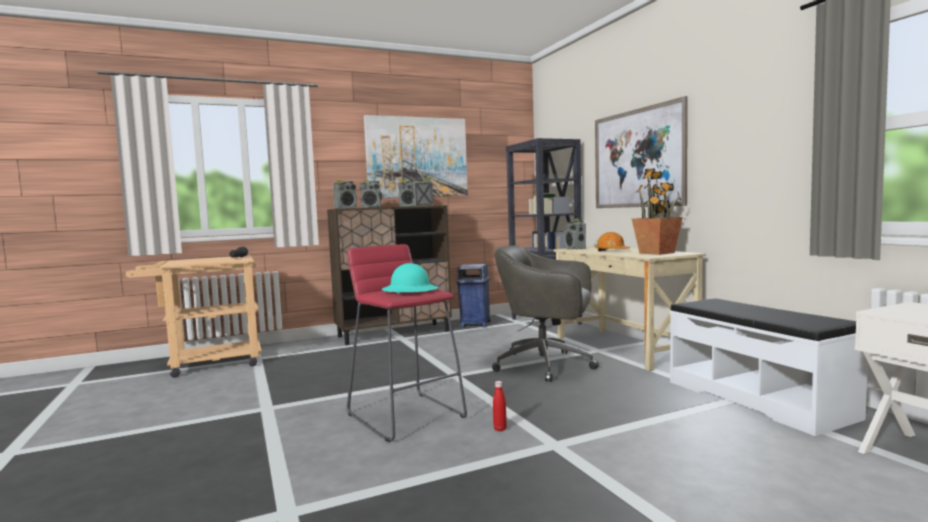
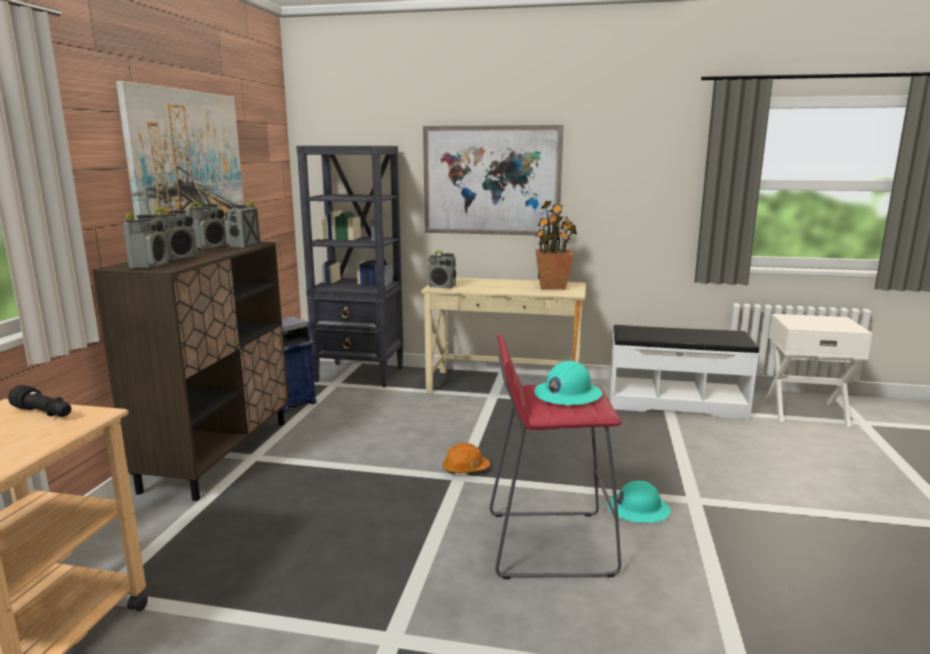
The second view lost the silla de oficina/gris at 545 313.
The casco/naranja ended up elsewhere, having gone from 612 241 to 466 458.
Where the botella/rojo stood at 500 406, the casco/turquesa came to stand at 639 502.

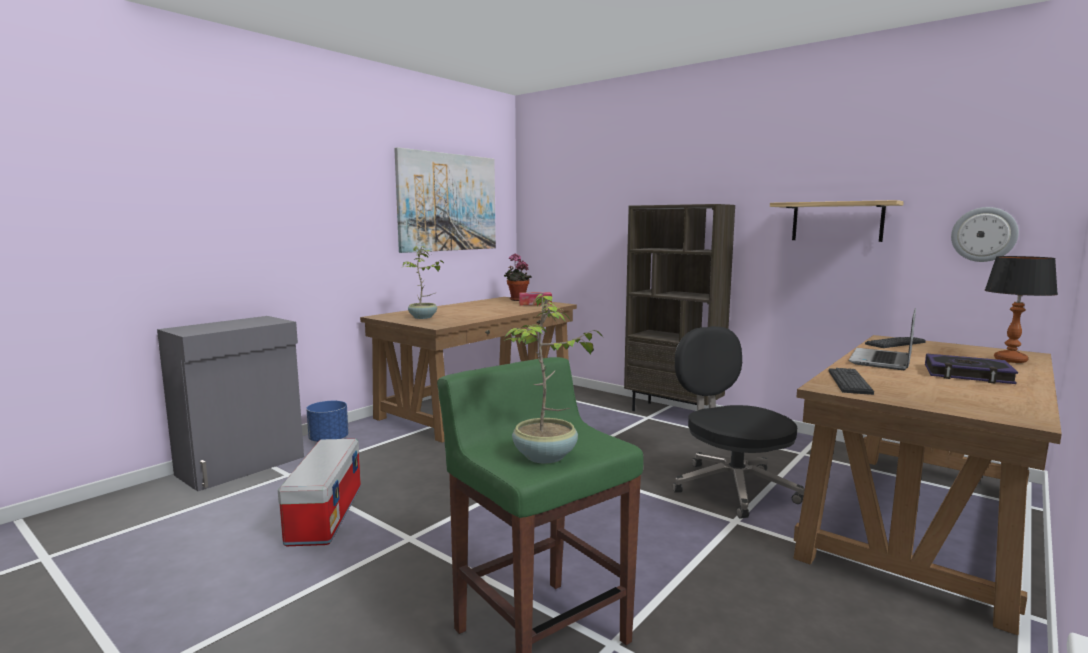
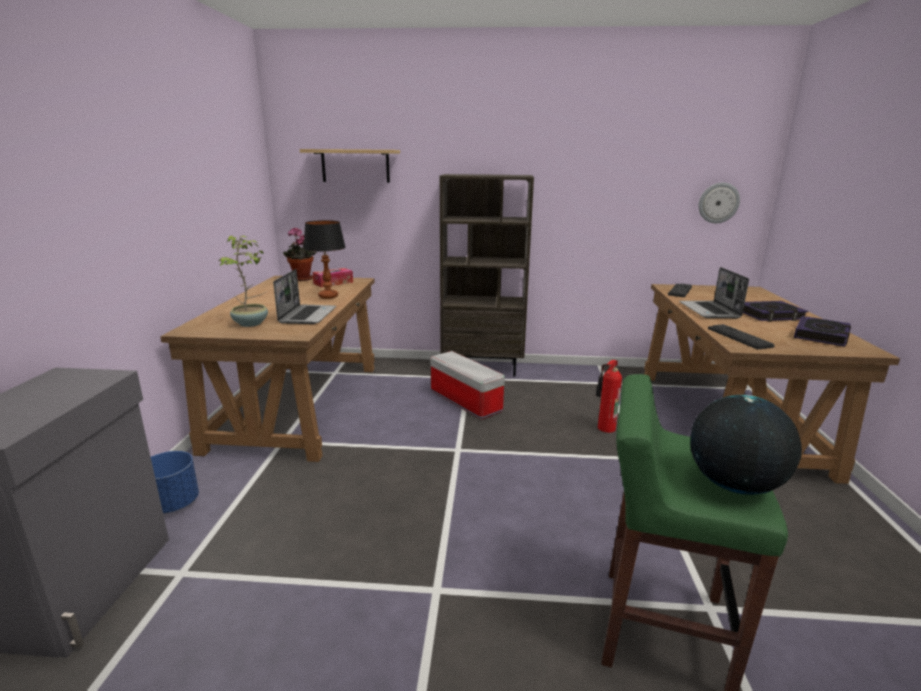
The second view lost the cuadro at 445 200.
The second view gained the portátil at 304 296.
The second view gained the libro at 822 331.
The caja de almacenaje ended up elsewhere, having gone from 319 492 to 468 385.
The estante ended up elsewhere, having gone from 837 221 to 350 166.
The lámpara de mesa ended up elsewhere, having gone from 1021 309 to 324 259.
Where the planta en maceta stood at 553 379, the globo terráqueo came to stand at 746 445.
Where the silla de oficina/negro stood at 739 422, the extintor came to stand at 609 396.

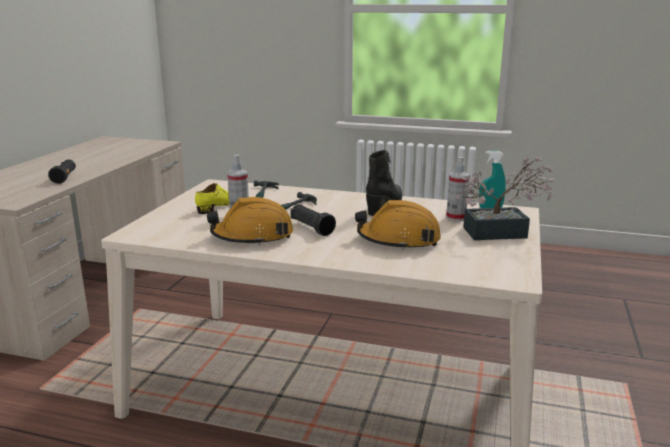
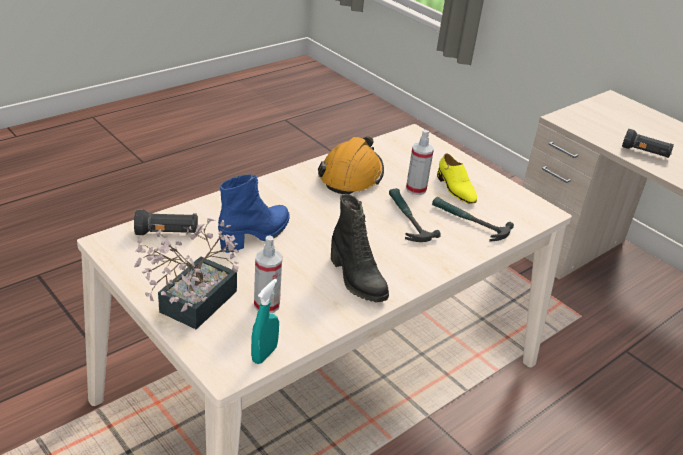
The linterna/negro ended up elsewhere, having gone from 313 220 to 166 222.
Where the casco/naranja stood at 398 225, the bota/azul came to stand at 254 213.

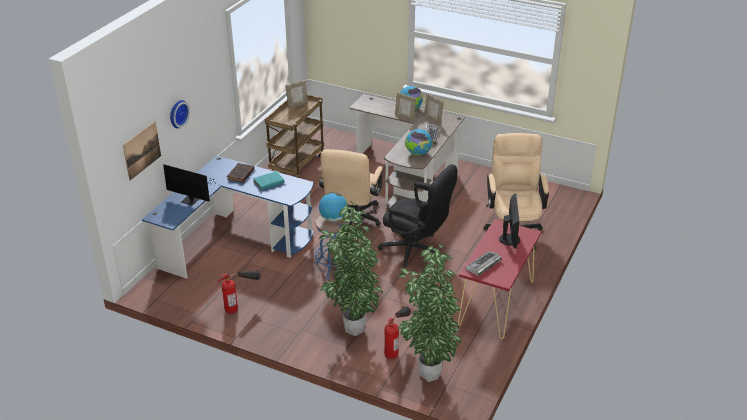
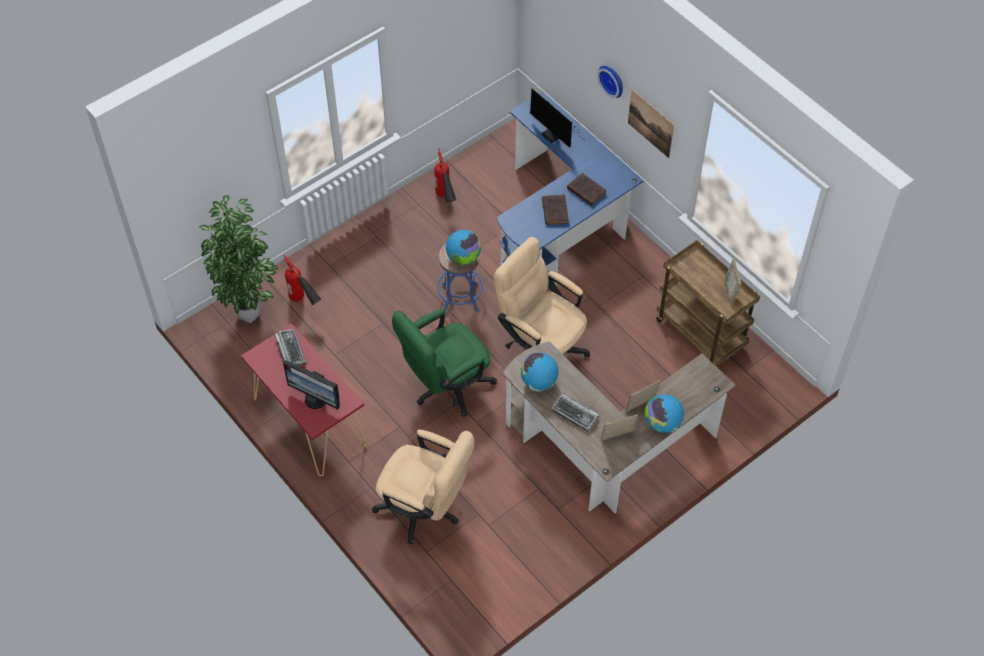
The second view lost the planta en maceta at 351 269.
The cuadro ended up elsewhere, having gone from 142 151 to 651 123.
What was the libro/turquesa at 269 180 turned into the libro/marrón at 555 210.
What was the silla de oficina/negro at 418 215 turned into the silla de oficina/verde at 444 362.
The monitor at 192 185 ended up facing another way, 90 degrees counterclockwise from before.

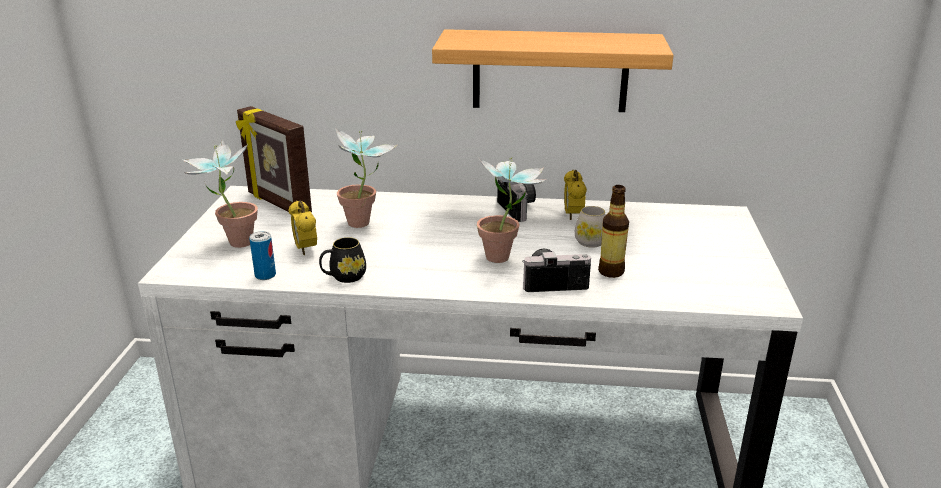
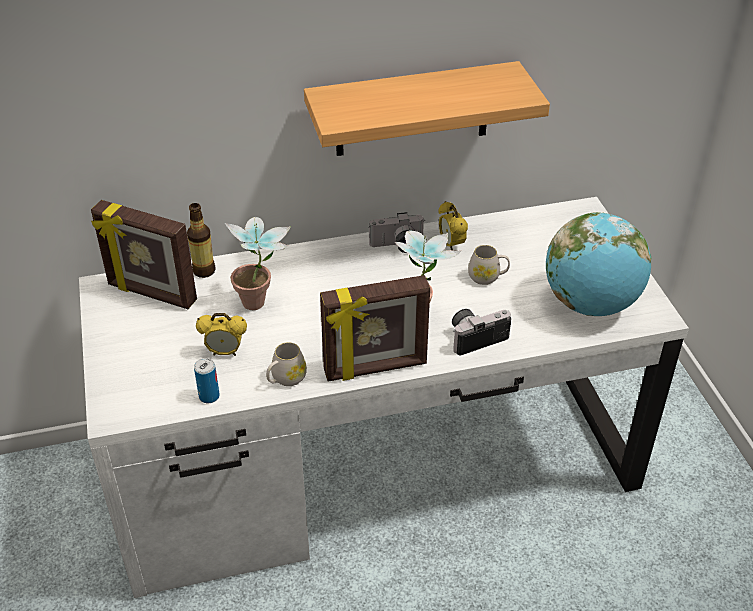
The second view lost the planta en maceta at 219 194.
The second view gained the portarretratos at 375 328.
The second view gained the globo terráqueo at 598 264.
The botella ended up elsewhere, having gone from 613 231 to 201 240.
What was the taza grande/negro at 342 260 turned into the taza grande/blanco at 286 364.
The despertador at 303 227 ended up facing another way, 45 degrees counterclockwise from before.
The cámara at 516 201 ended up facing another way, 120 degrees clockwise from before.

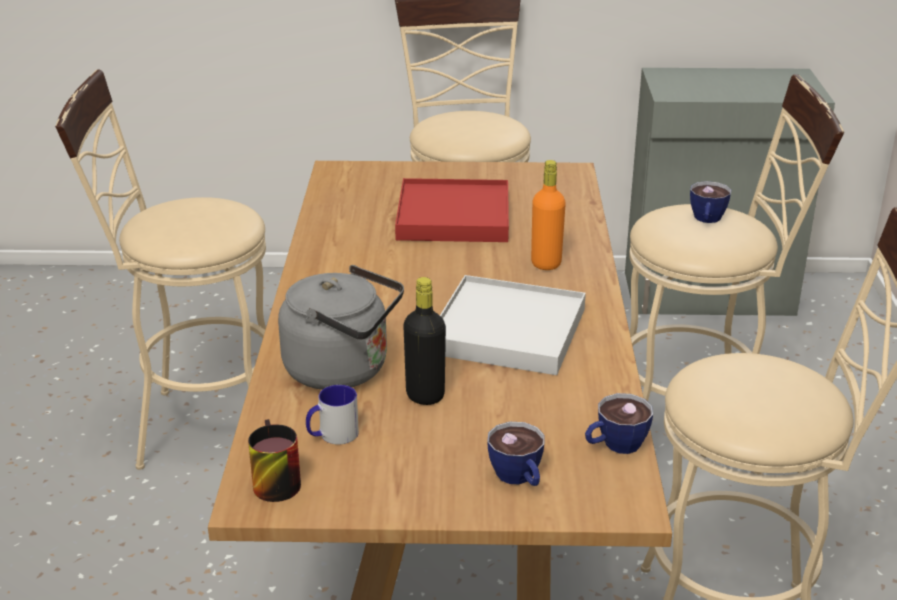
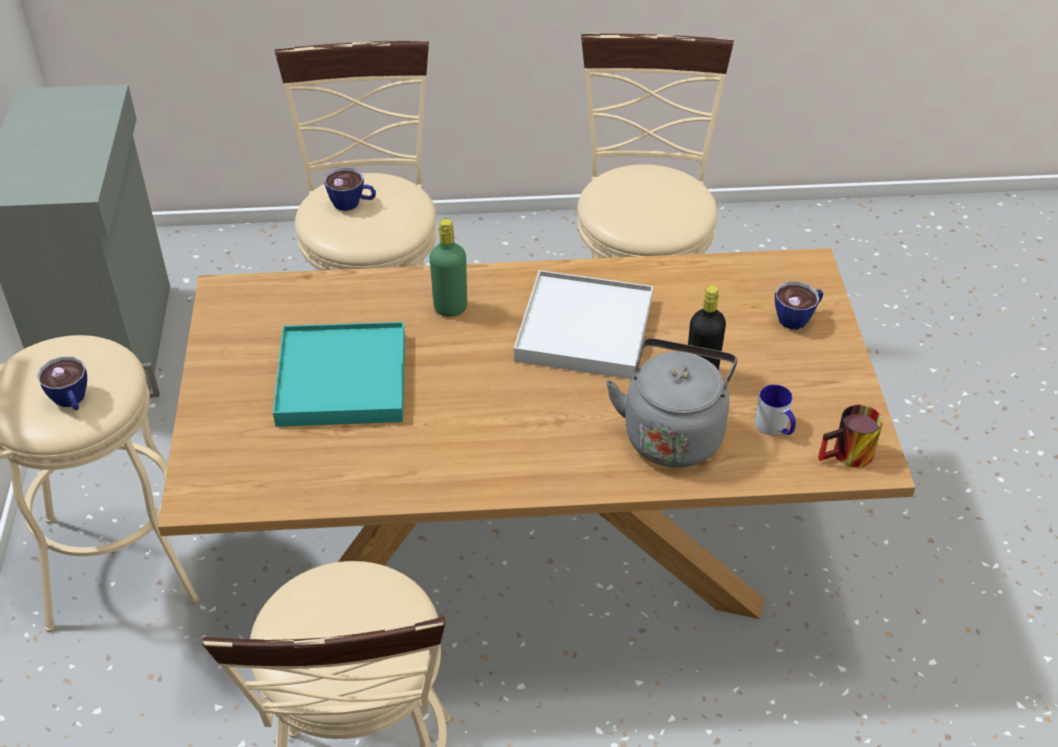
The taza ended up elsewhere, having gone from 619 423 to 62 383.
What was the bandeja/rojo at 452 210 turned into the bandeja/turquesa at 339 374.
What was the botella/naranja at 548 215 turned into the botella/verde at 448 268.

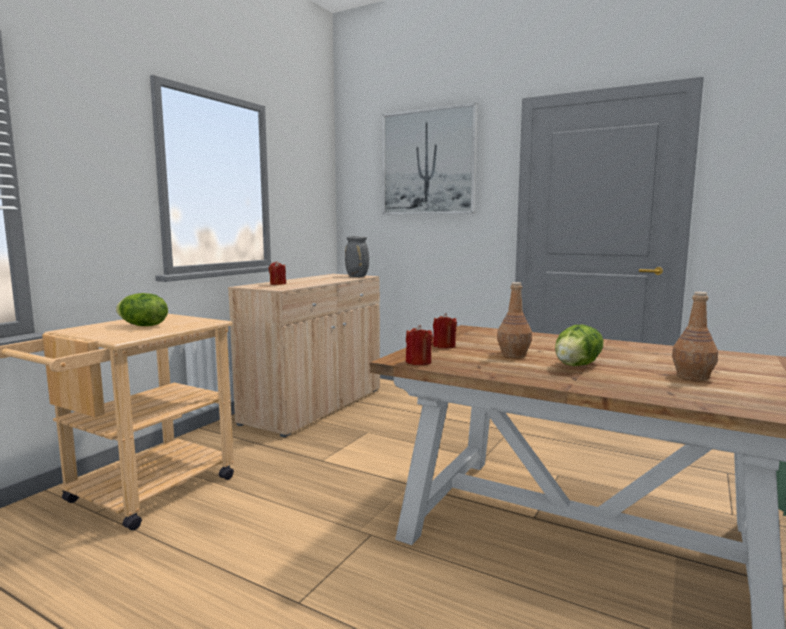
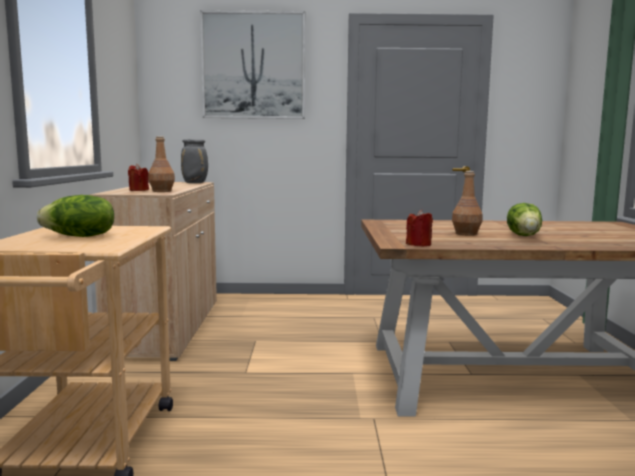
The second view lost the vela/rojo at 445 330.
The botella/marrón ended up elsewhere, having gone from 695 336 to 161 164.

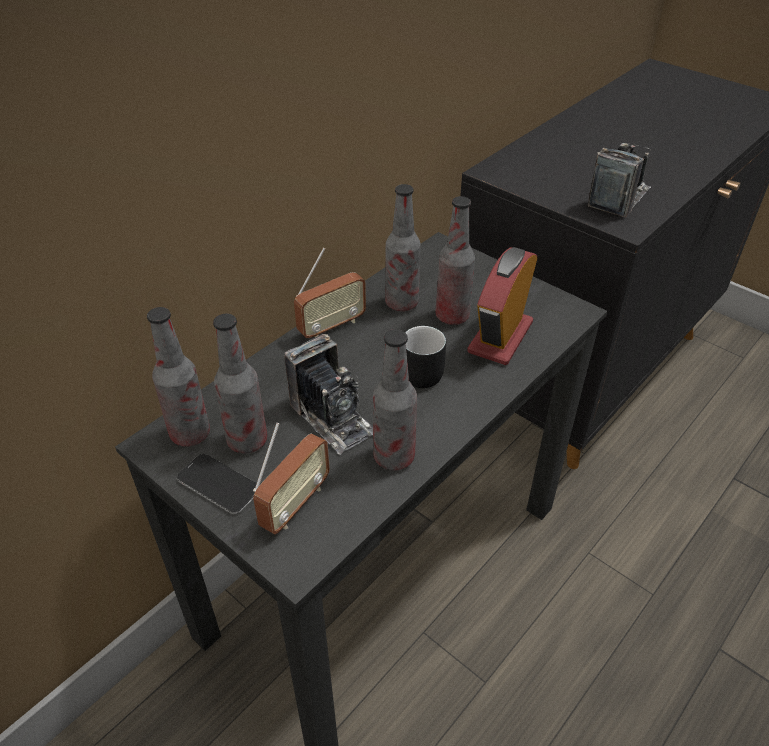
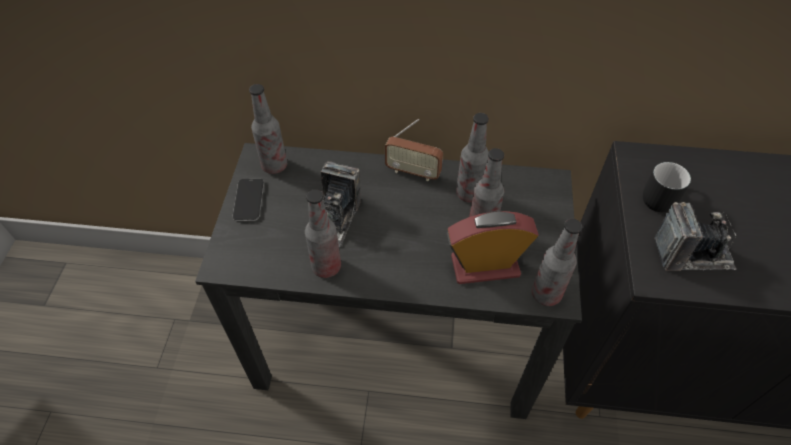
The second view lost the radio at 291 478.
The botella ended up elsewhere, having gone from 240 384 to 557 262.
The taza grande/negro ended up elsewhere, having gone from 425 357 to 667 187.

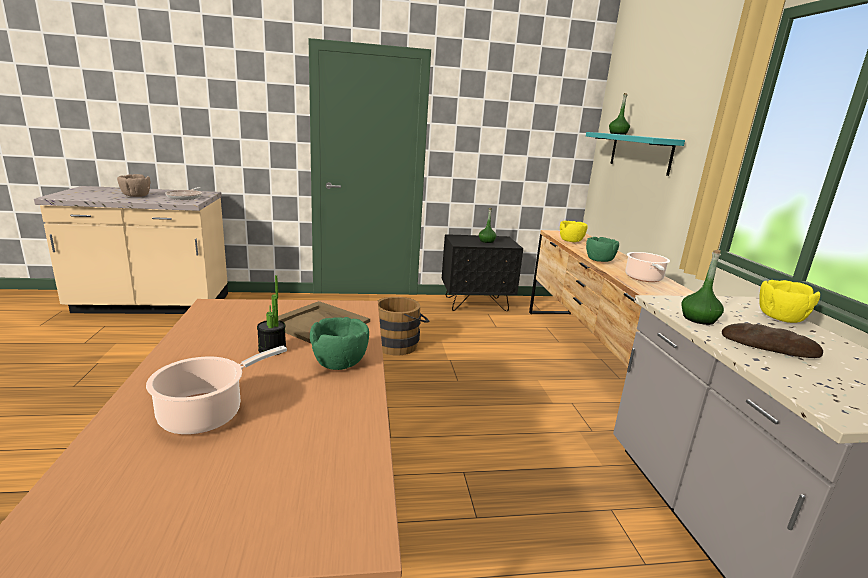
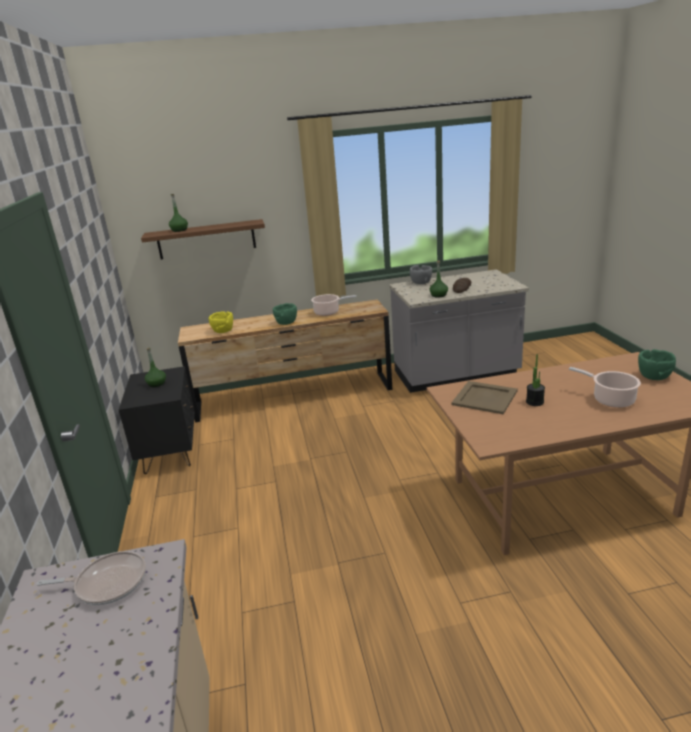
The second view lost the cuenco/marrón at 134 185.
The second view lost the cubo/marrón at 403 326.
The cuenco/verde ended up elsewhere, having gone from 339 343 to 657 364.
What was the estante/turquesa at 635 154 turned into the estante/marrón at 203 239.
What was the cuenco/amarillo at 789 301 turned into the cuenco/gris at 421 274.

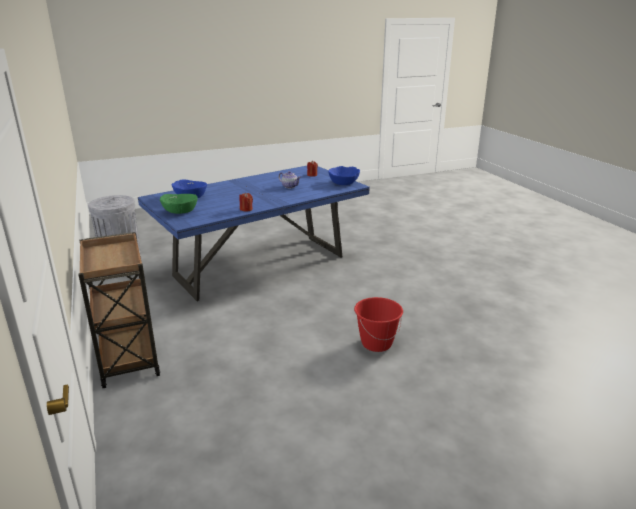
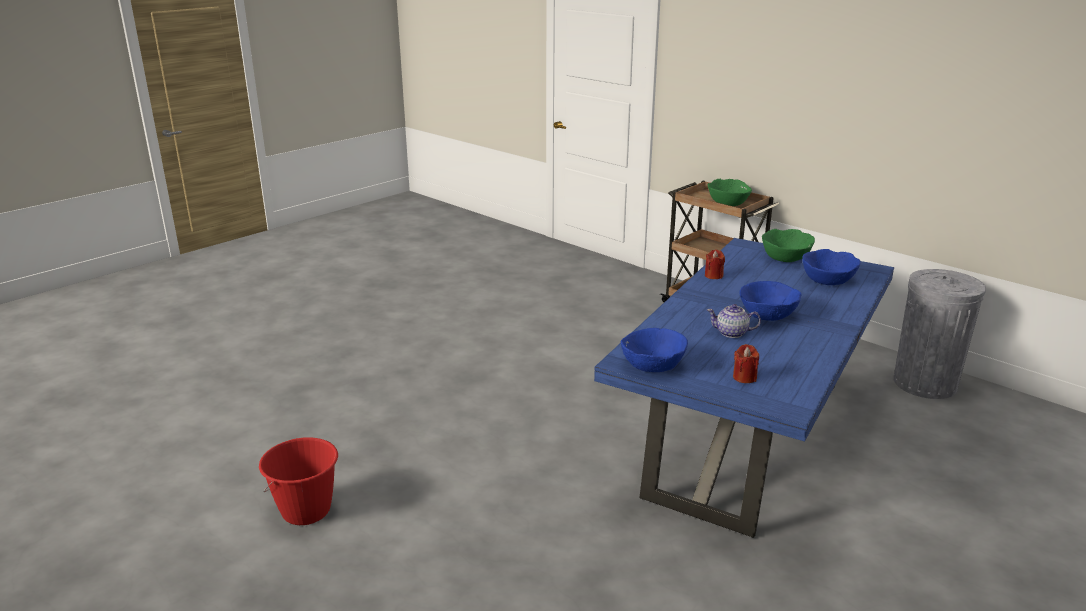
The second view gained the cuenco/verde at 730 192.
The second view gained the cuenco/azul at 770 301.
The cubo/rojo ended up elsewhere, having gone from 378 324 to 298 481.

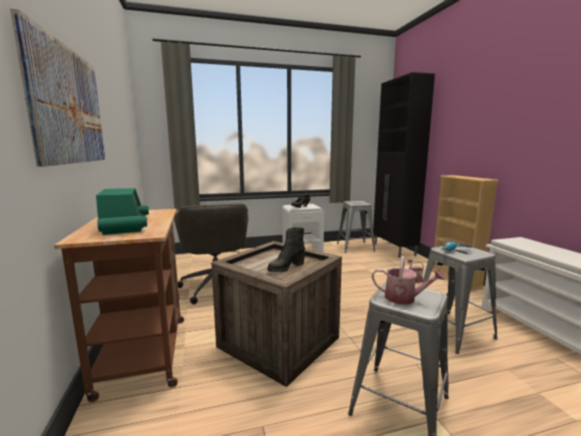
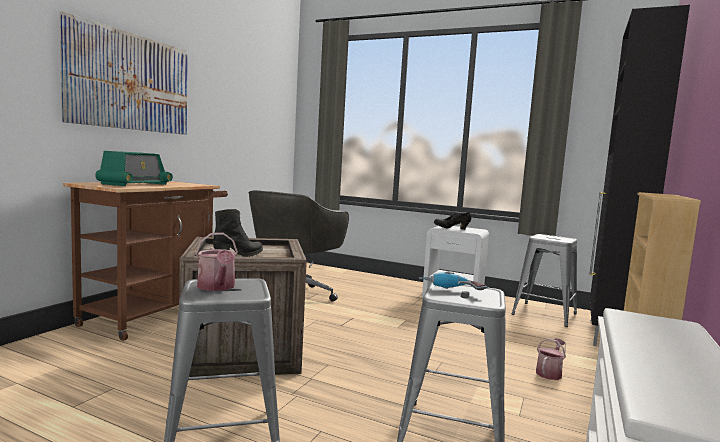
The bota/negro at 286 249 ended up facing another way, 135 degrees clockwise from before.

